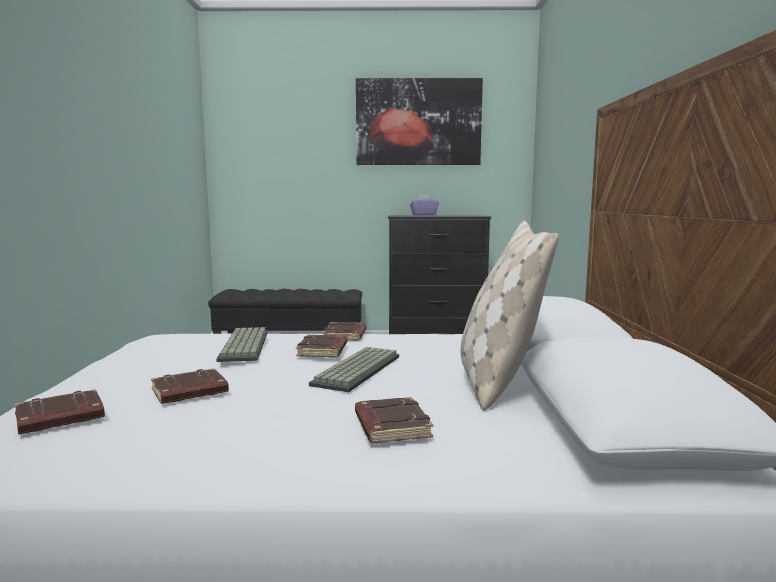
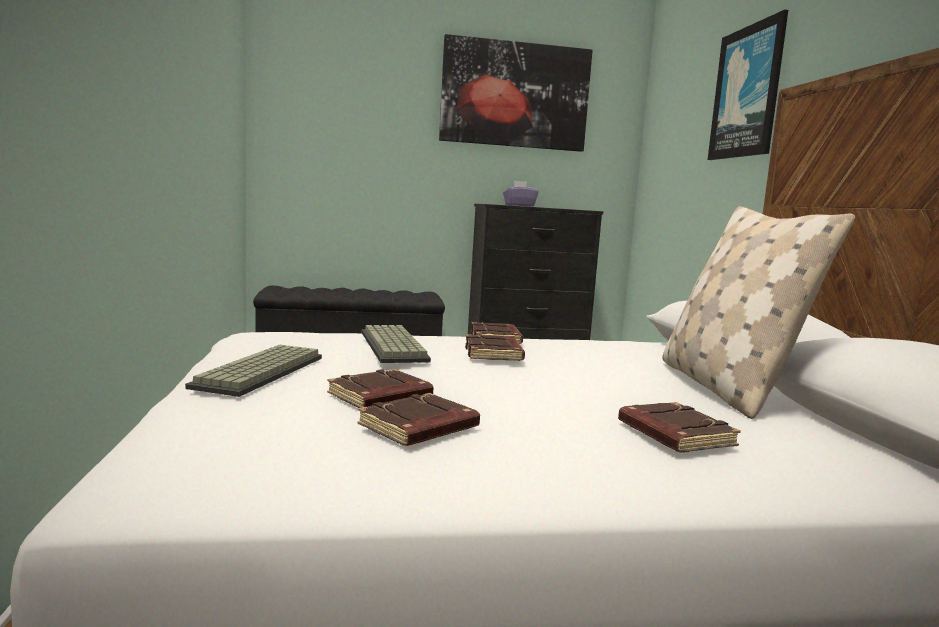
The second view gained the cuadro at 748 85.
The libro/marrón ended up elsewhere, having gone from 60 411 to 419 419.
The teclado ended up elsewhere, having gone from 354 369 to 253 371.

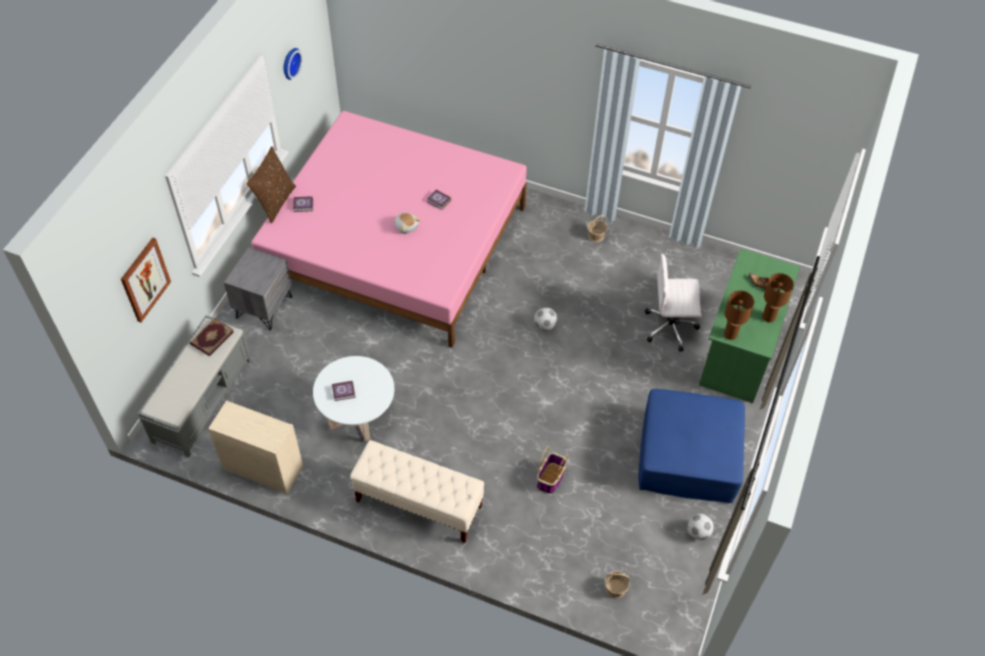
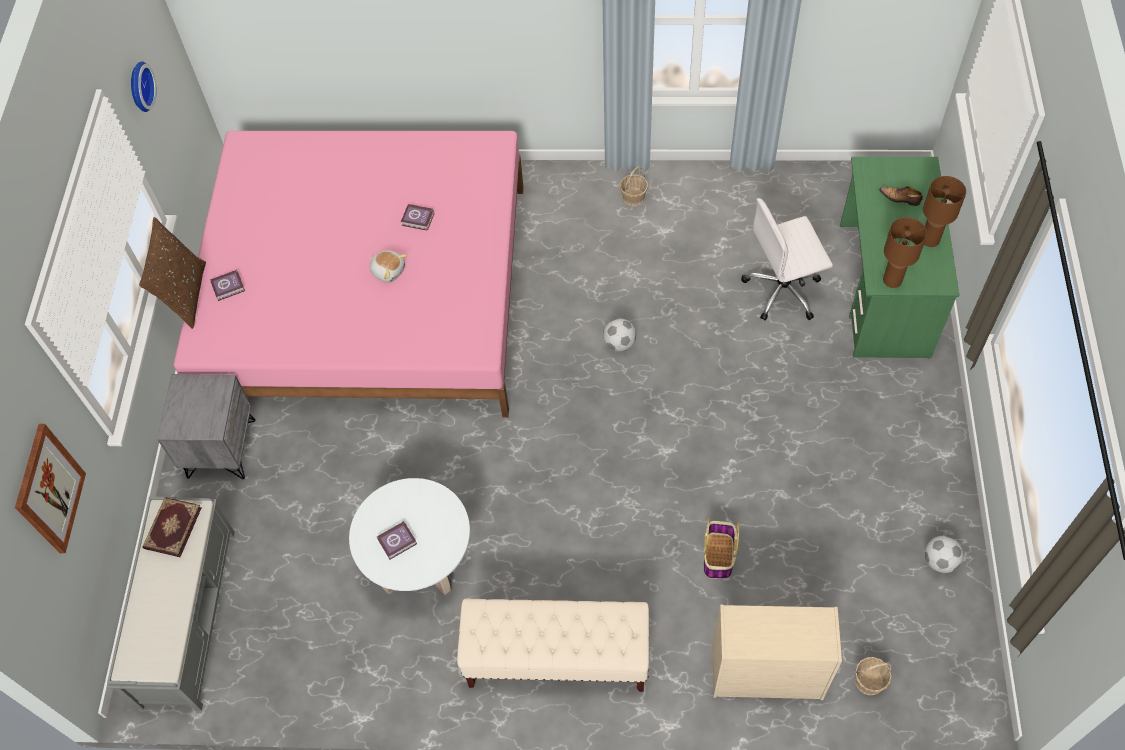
The second view lost the puf/azul at 691 446.
The cómoda/beis ended up elsewhere, having gone from 255 447 to 777 652.

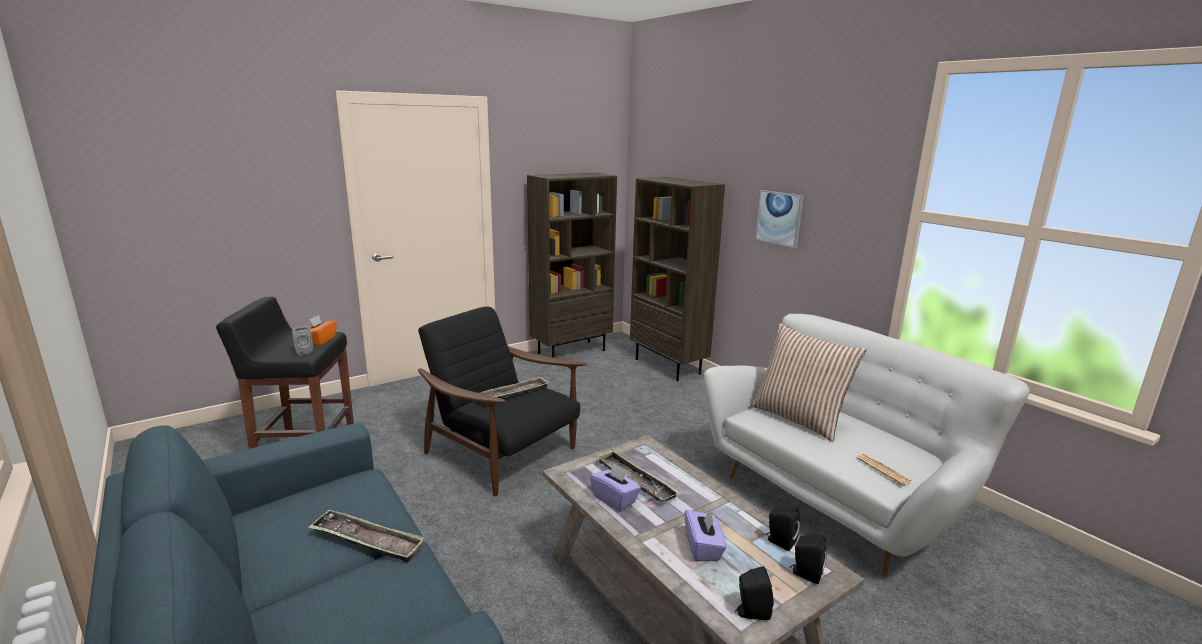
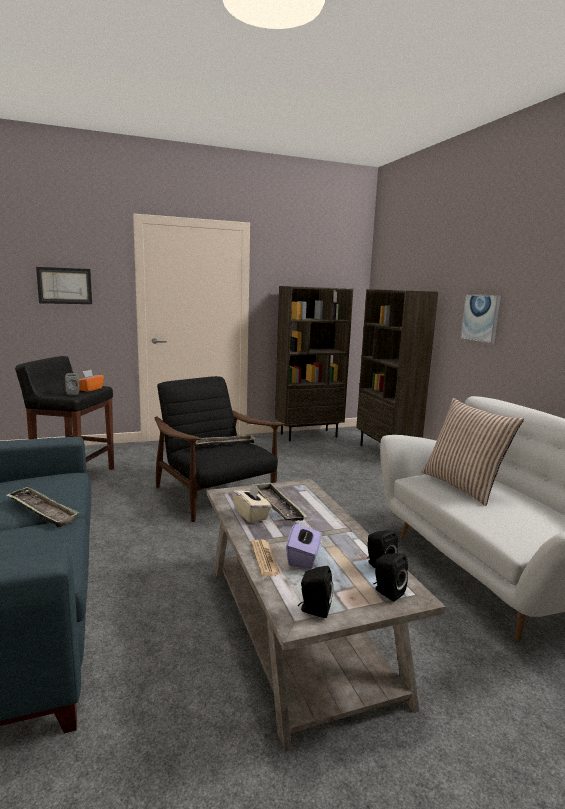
The second view gained the cuadro at 64 285.
The periódico ended up elsewhere, having gone from 884 469 to 266 558.
What was the caja de pañuelos/morado at 615 487 turned into the caja de pañuelos/beis at 252 503.

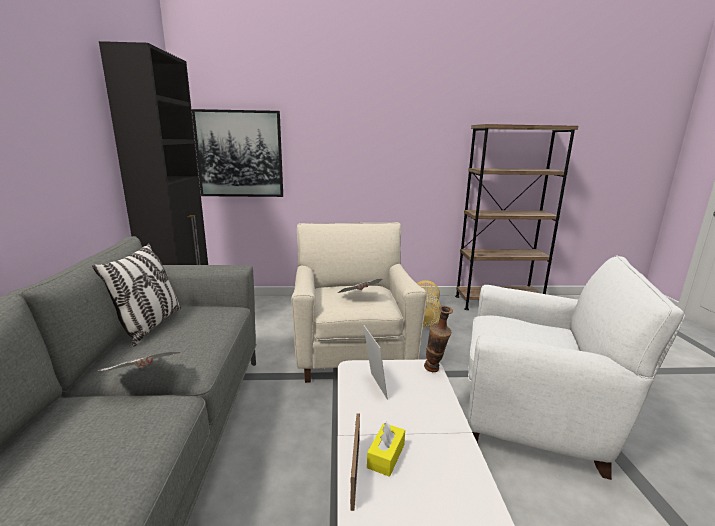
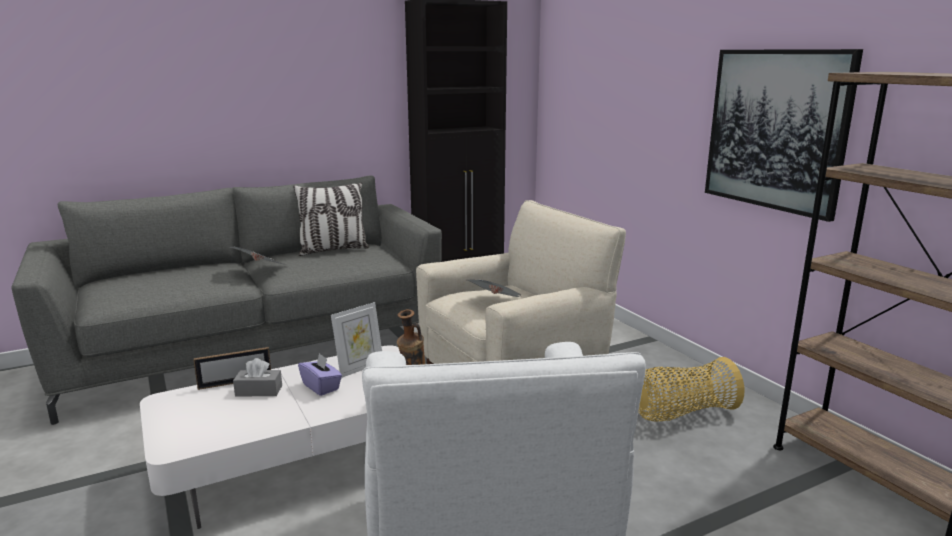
The second view gained the caja de pañuelos/morado at 320 374.
The cuadro ended up elsewhere, having gone from 237 153 to 784 135.
What was the caja de pañuelos/amarillo at 386 449 turned into the caja de pañuelos/gris at 257 377.

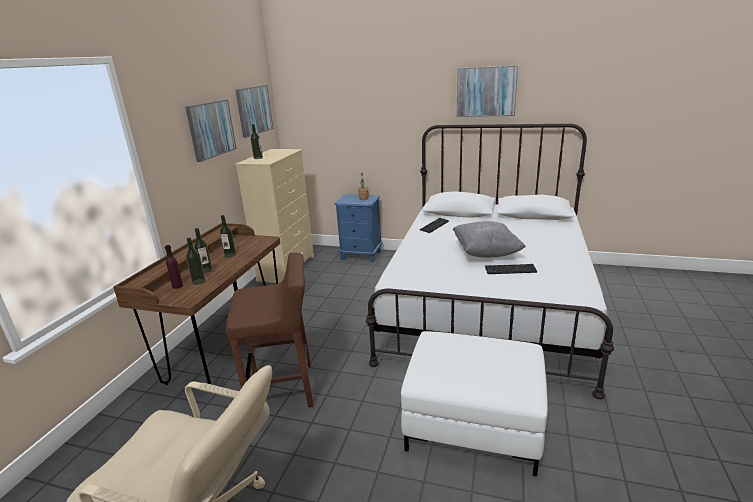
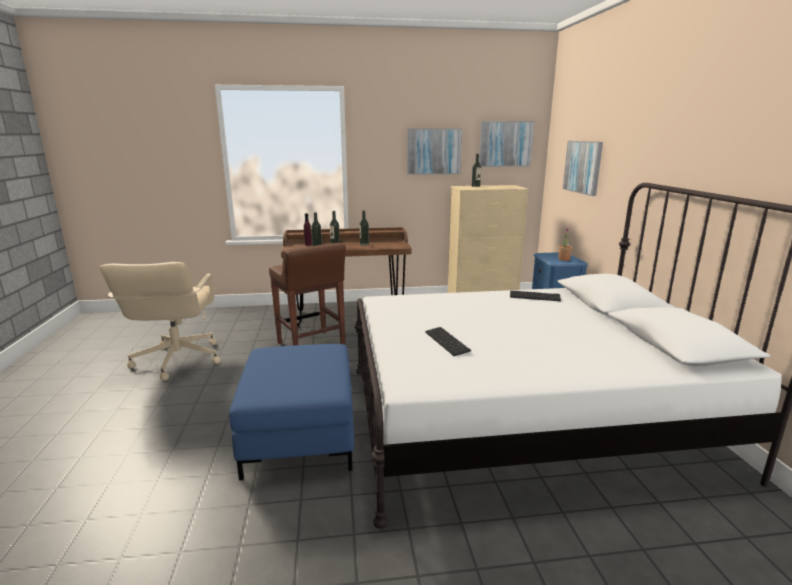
The second view lost the cojín/gris at 489 239.
The cuadro ended up elsewhere, having gone from 487 91 to 583 168.
What was the puf/blanco at 474 404 turned into the puf/azul at 291 412.

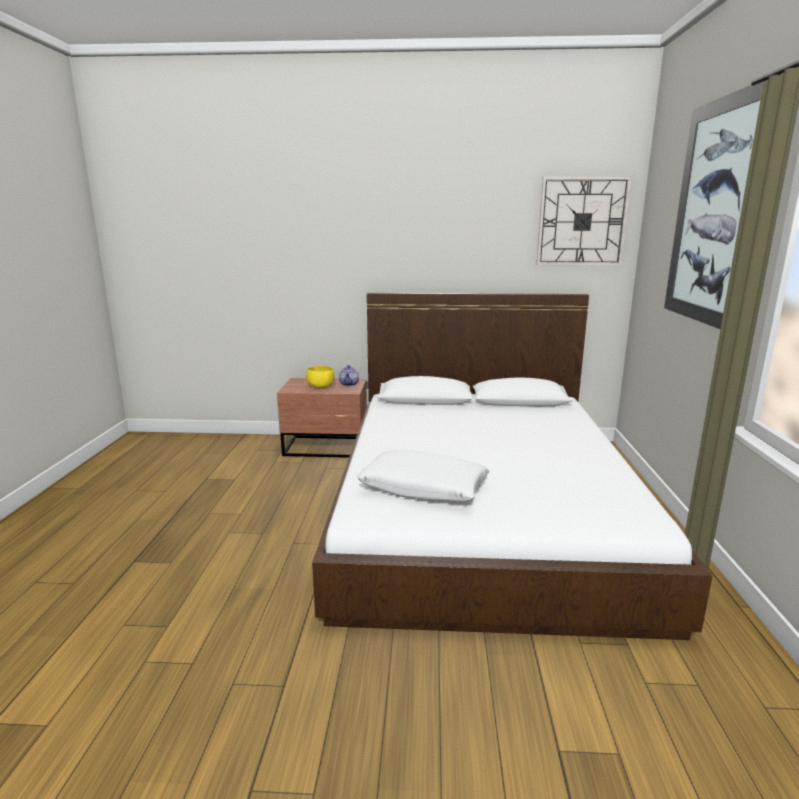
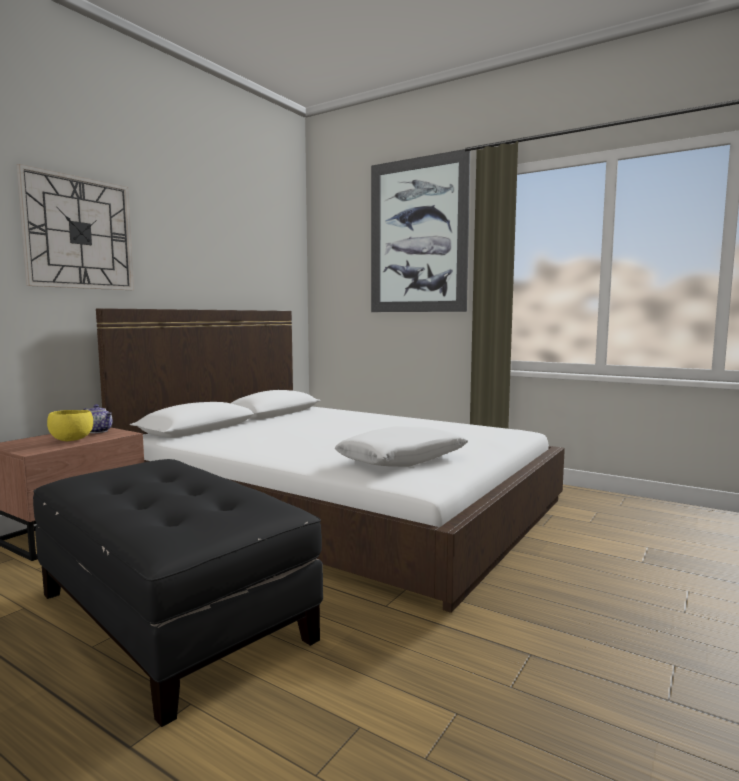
The second view gained the puf/negro at 178 593.
The reloj de pared ended up elsewhere, having gone from 584 221 to 75 227.

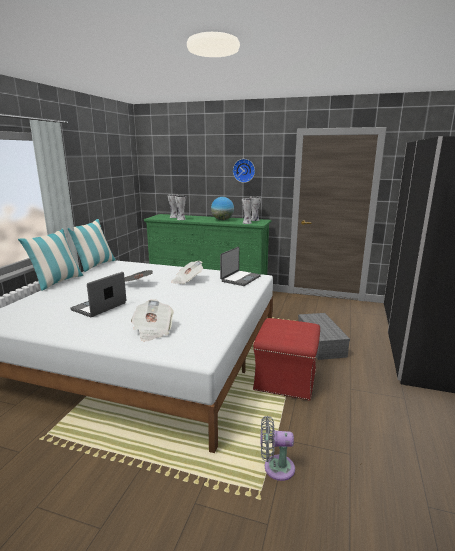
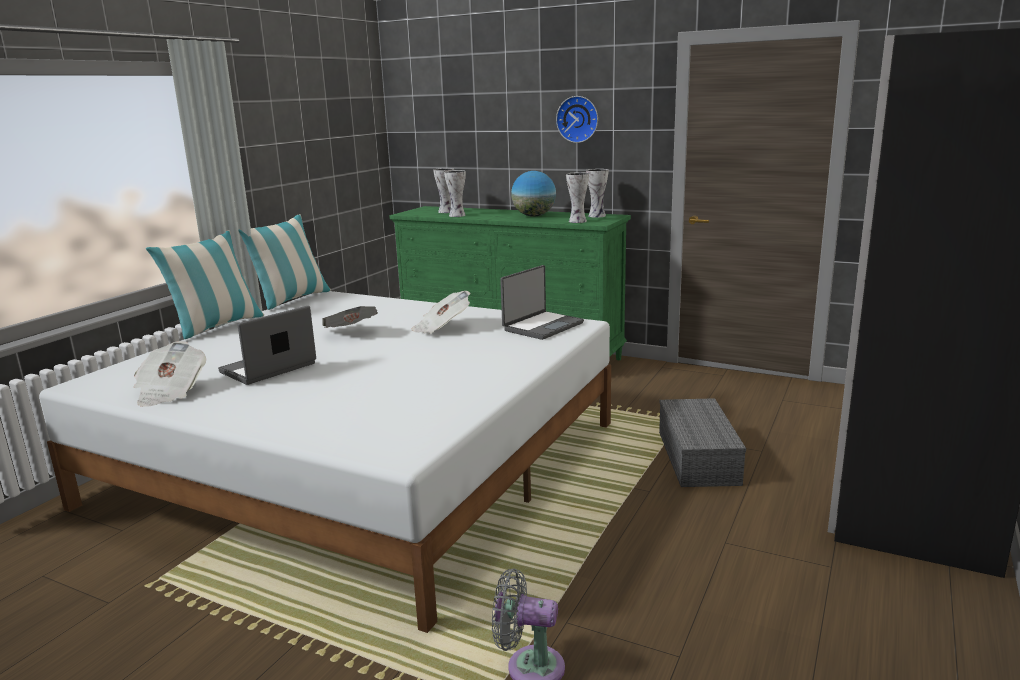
The second view lost the puf/rojo at 286 359.
The periódico ended up elsewhere, having gone from 152 320 to 170 374.

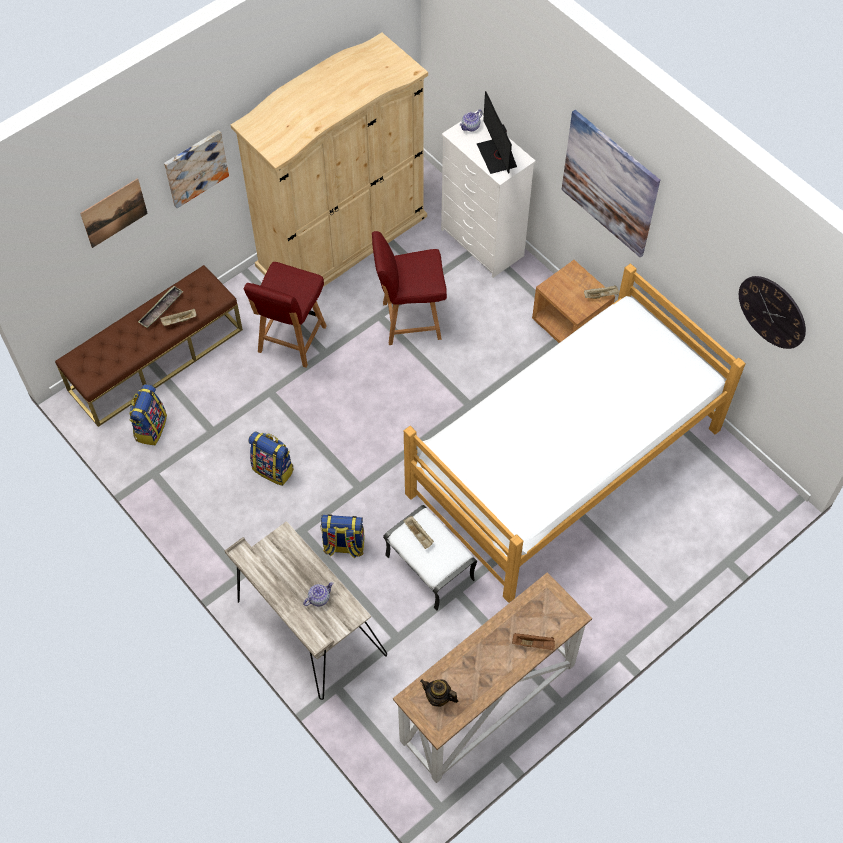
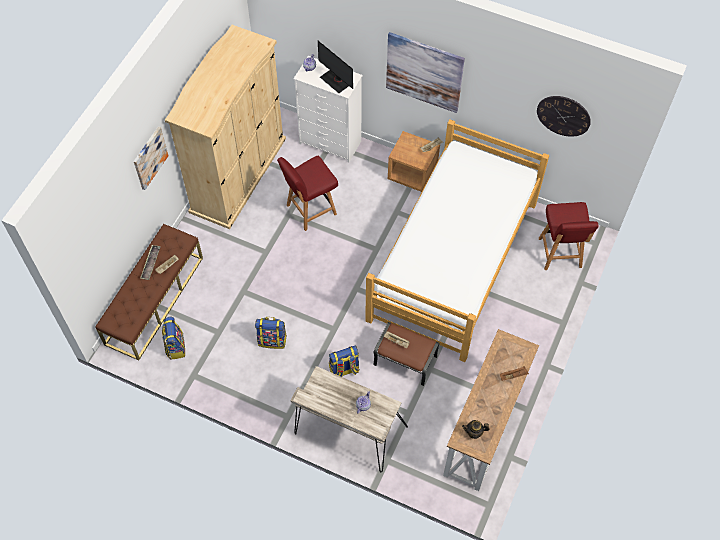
The second view lost the cuadro at 114 213.
The silla/rojo ended up elsewhere, having gone from 285 315 to 569 236.
What was the puf/blanco at 430 558 turned into the puf/marrón at 406 354.

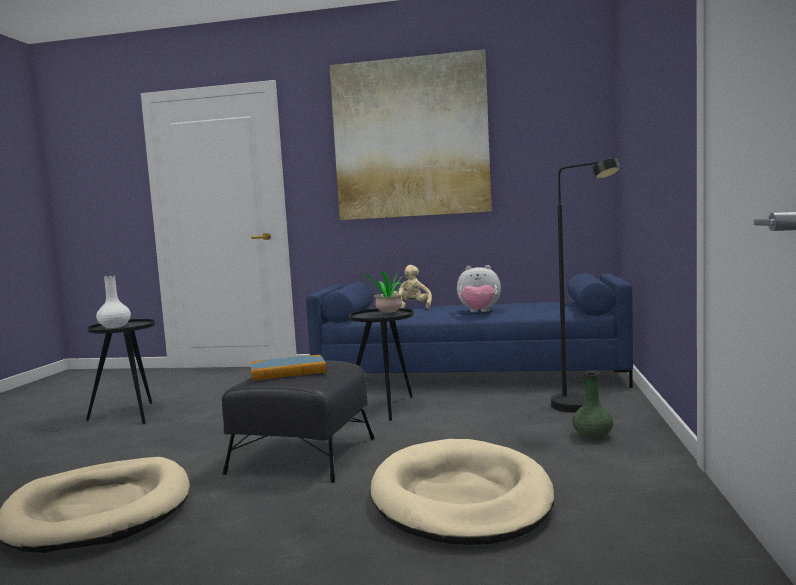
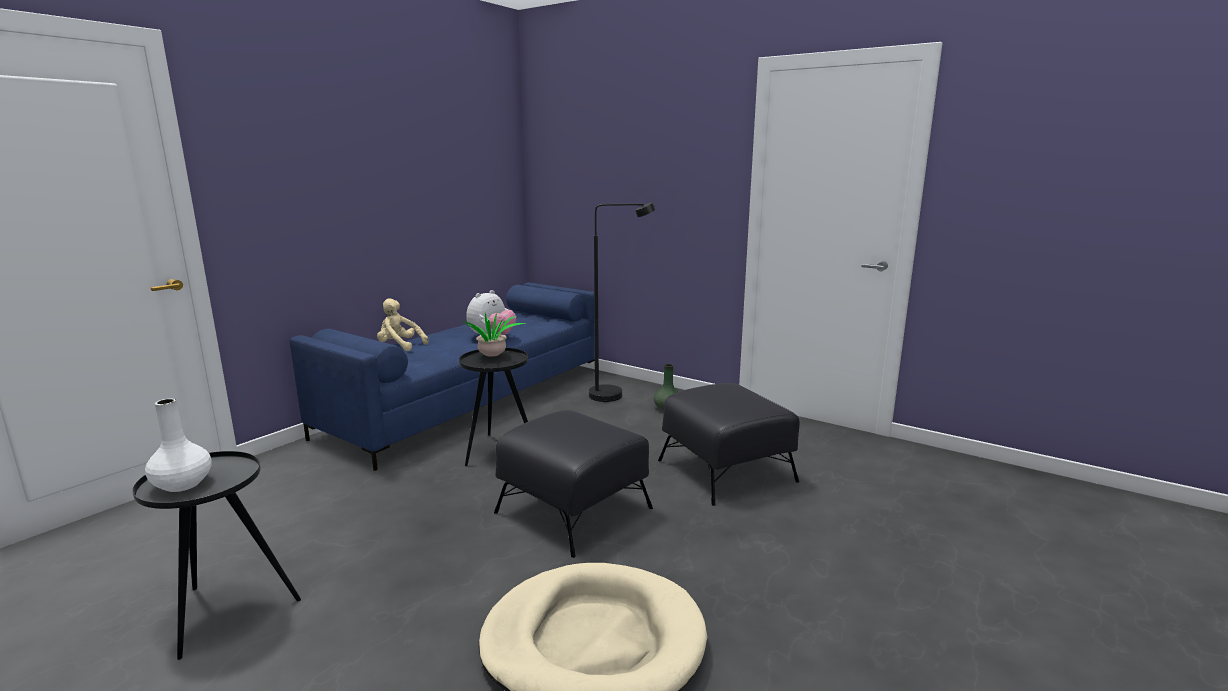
The second view lost the libro at 288 368.
The second view lost the cuadro at 410 134.
Where the cama para perro/beis stood at 463 492, the puf/negro came to stand at 728 444.

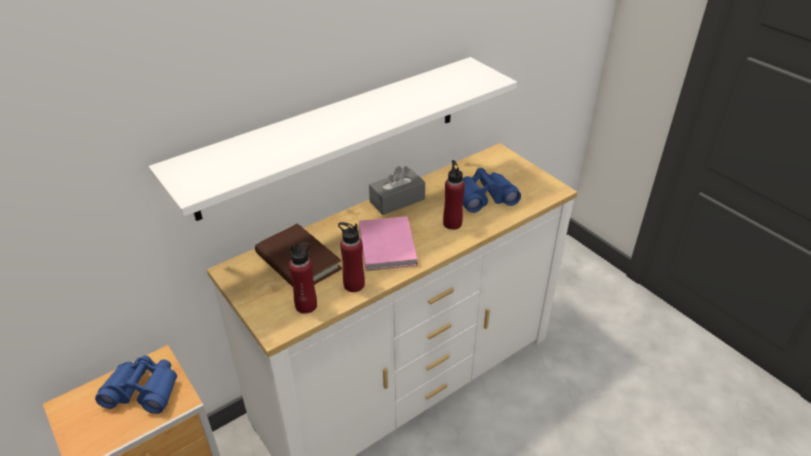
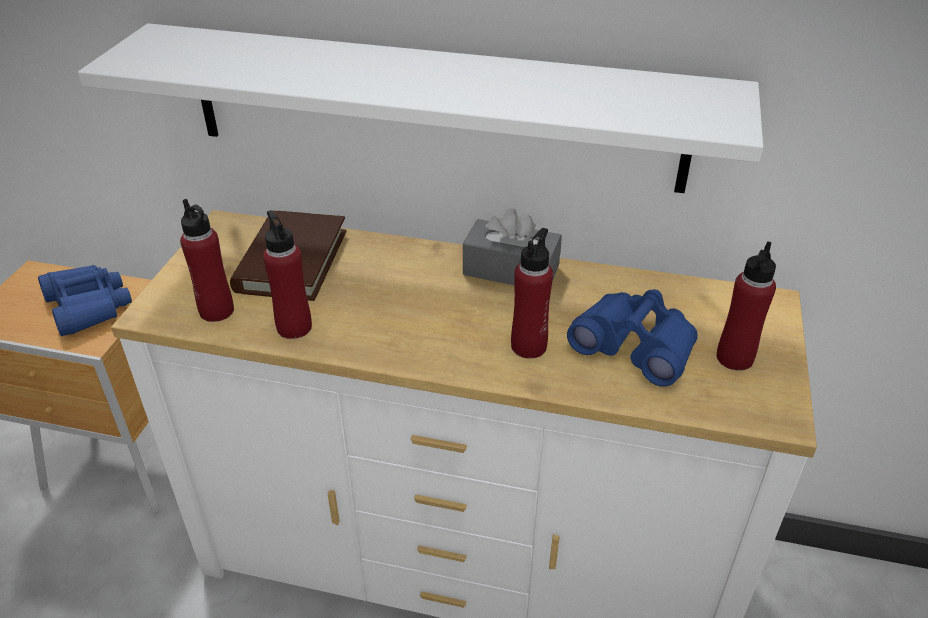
The second view lost the libro/rosa at 388 243.
The second view gained the botella/rojo at 746 306.

